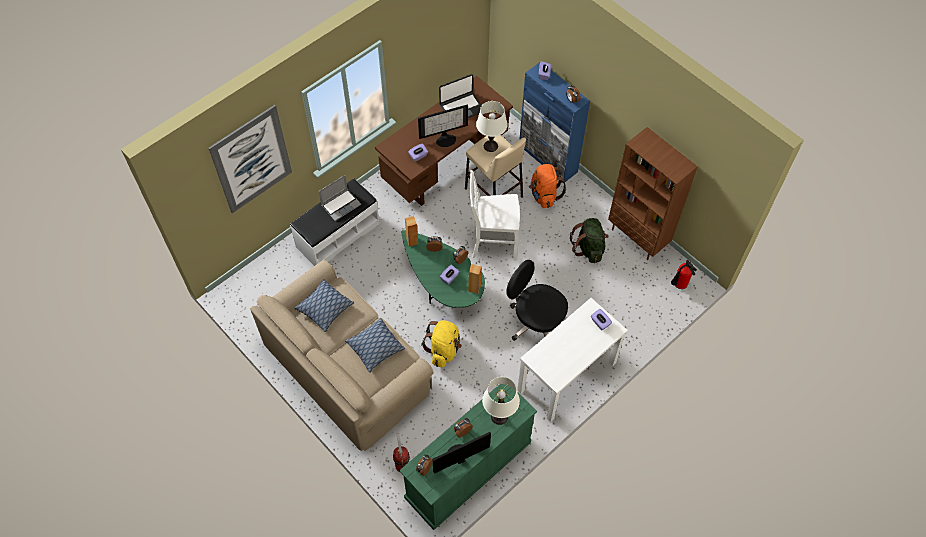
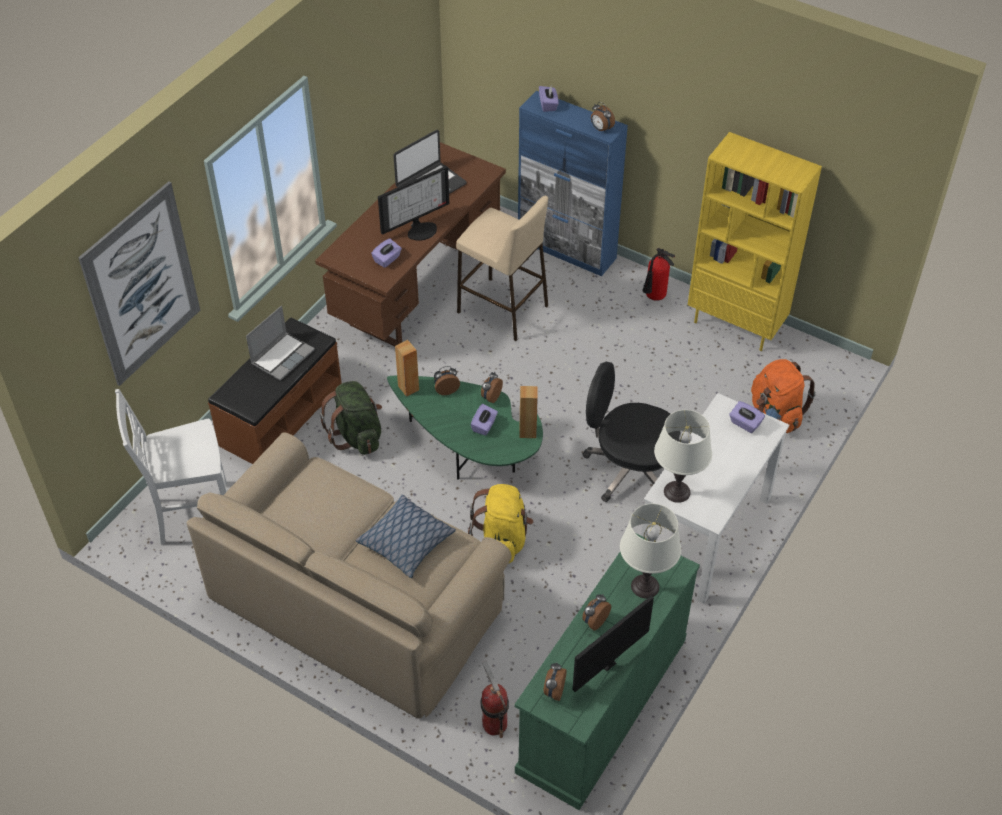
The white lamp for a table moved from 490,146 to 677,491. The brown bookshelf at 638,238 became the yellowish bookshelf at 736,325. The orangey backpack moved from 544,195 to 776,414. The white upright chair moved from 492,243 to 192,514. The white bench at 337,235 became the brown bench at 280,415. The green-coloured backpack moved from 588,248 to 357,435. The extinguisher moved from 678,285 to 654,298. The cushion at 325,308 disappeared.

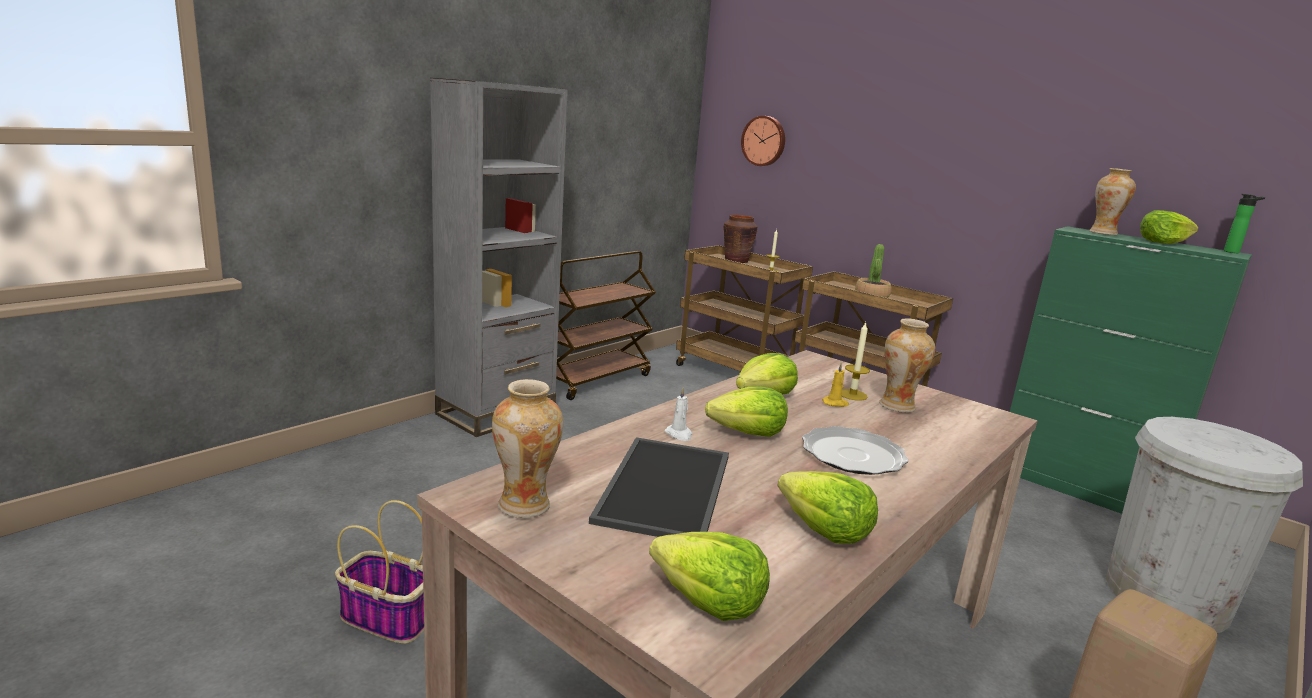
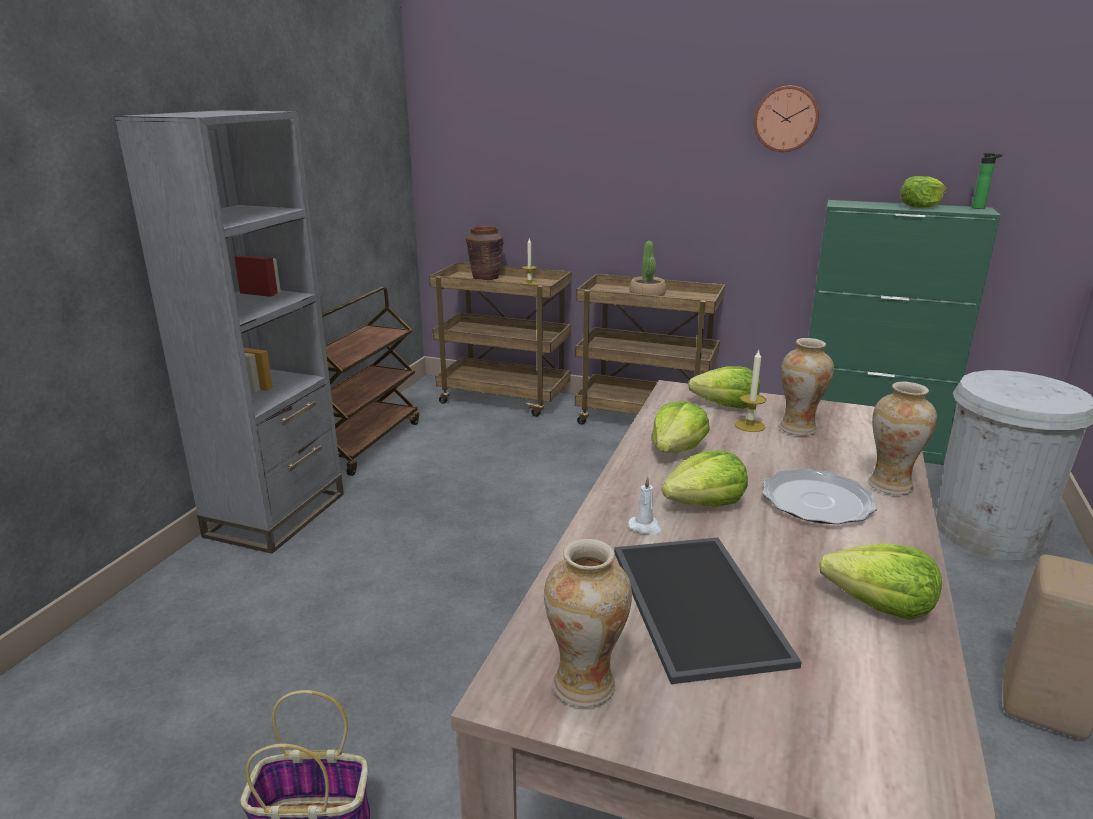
The hanging clock moved from 764,141 to 786,119. The flower vase moved from 1103,233 to 890,485. The yellowish wax candle at 835,403 disappeared. The lettuce moved from 709,602 to 726,405.

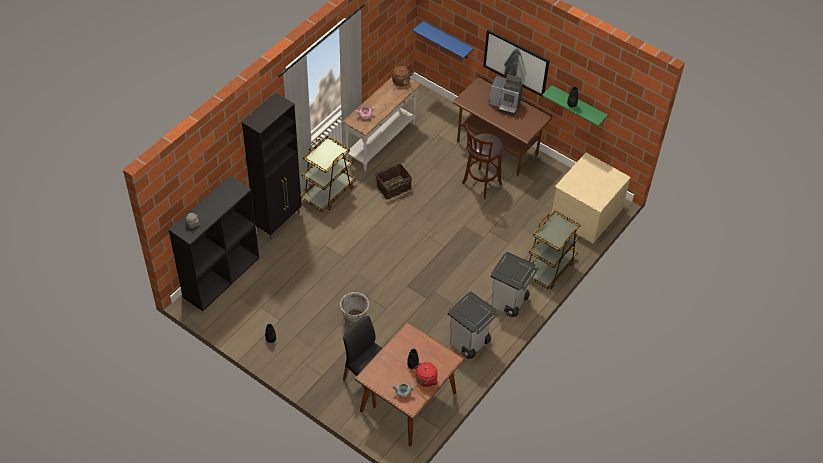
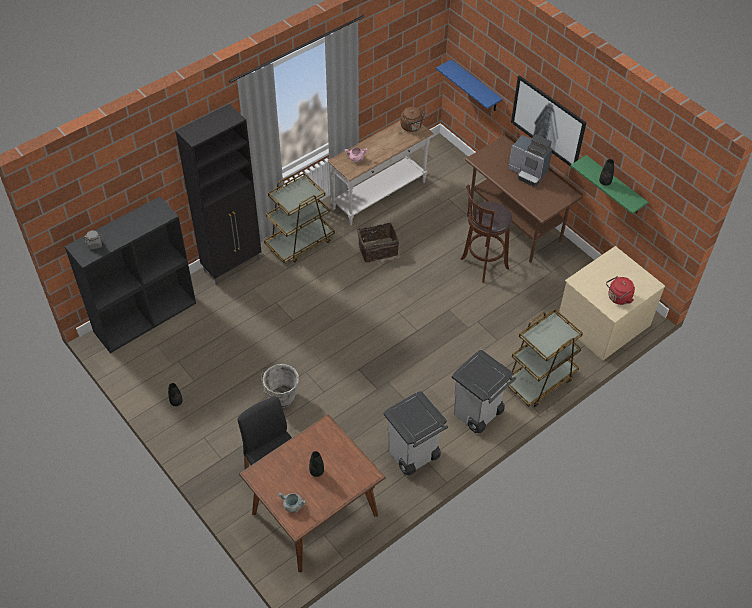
The red water kettle moved from 425,380 to 618,298.

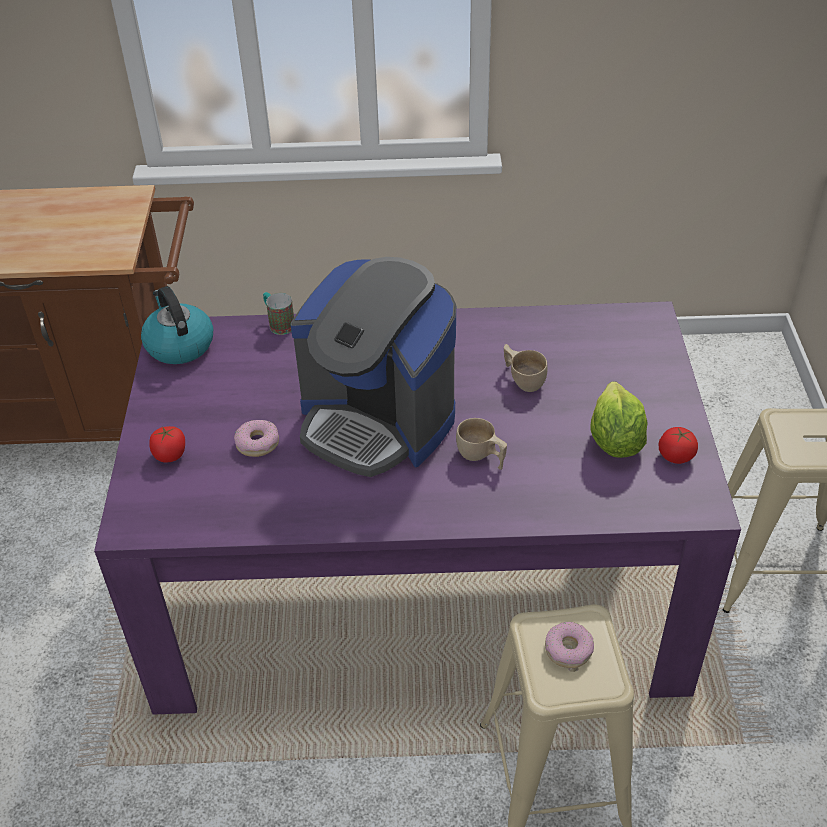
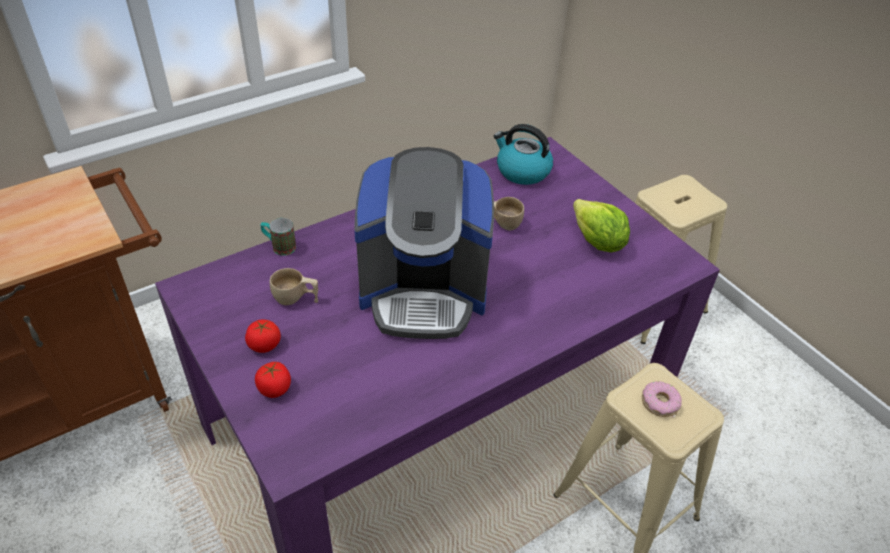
The water kettle moved from 179,345 to 522,171. The sand-coloured drinking cup moved from 481,457 to 296,299. The doughnut at 257,443 disappeared. The tomato moved from 675,456 to 264,345.

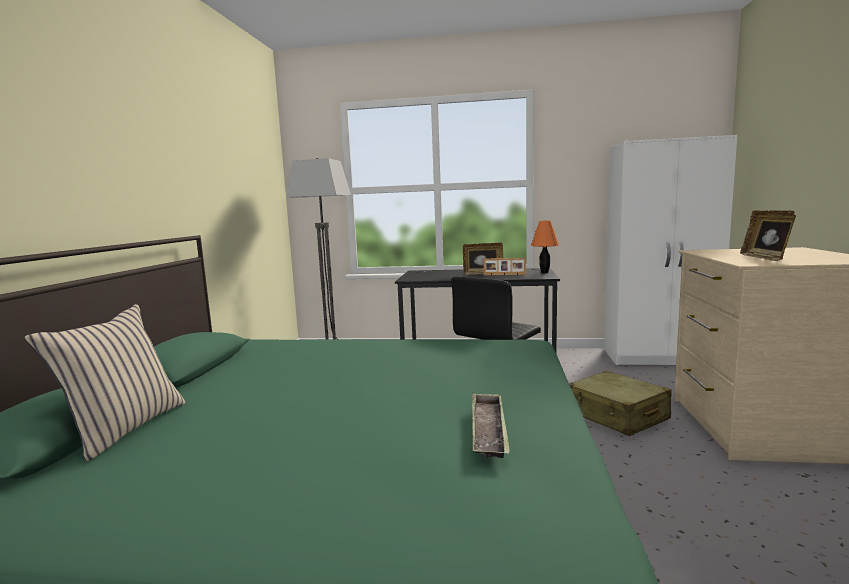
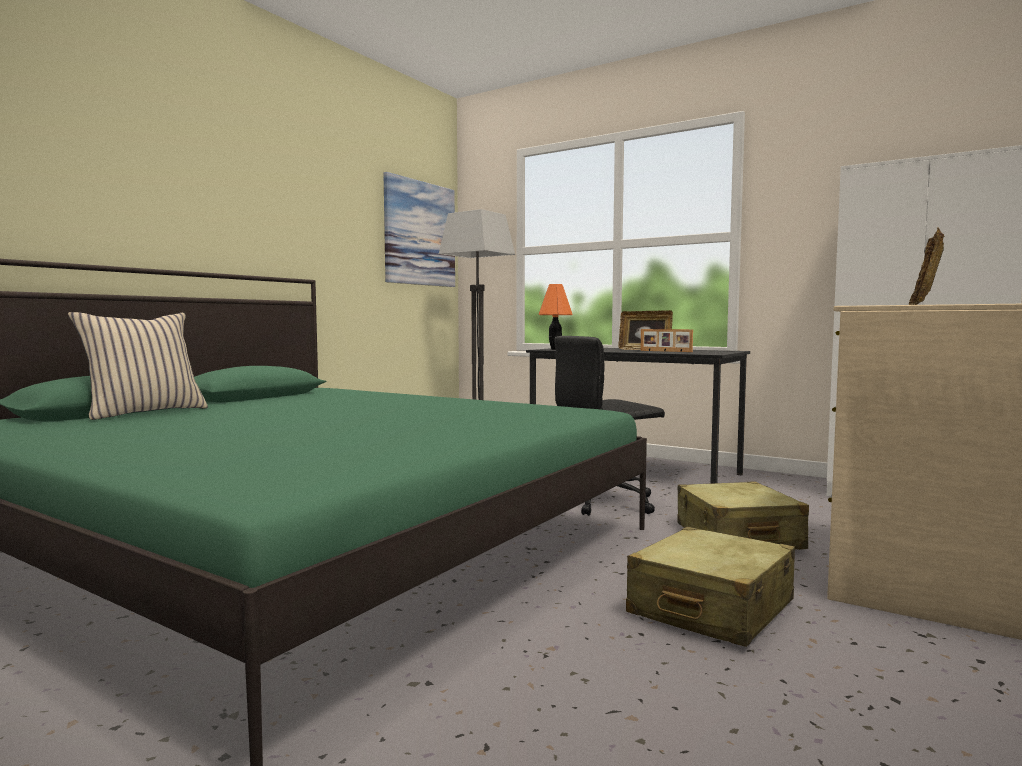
The orangey lamp for a table moved from 545,273 to 555,349. The tray at 488,429 disappeared. The wall art at 420,233 appeared. The sand-coloured travel case at 711,608 appeared.

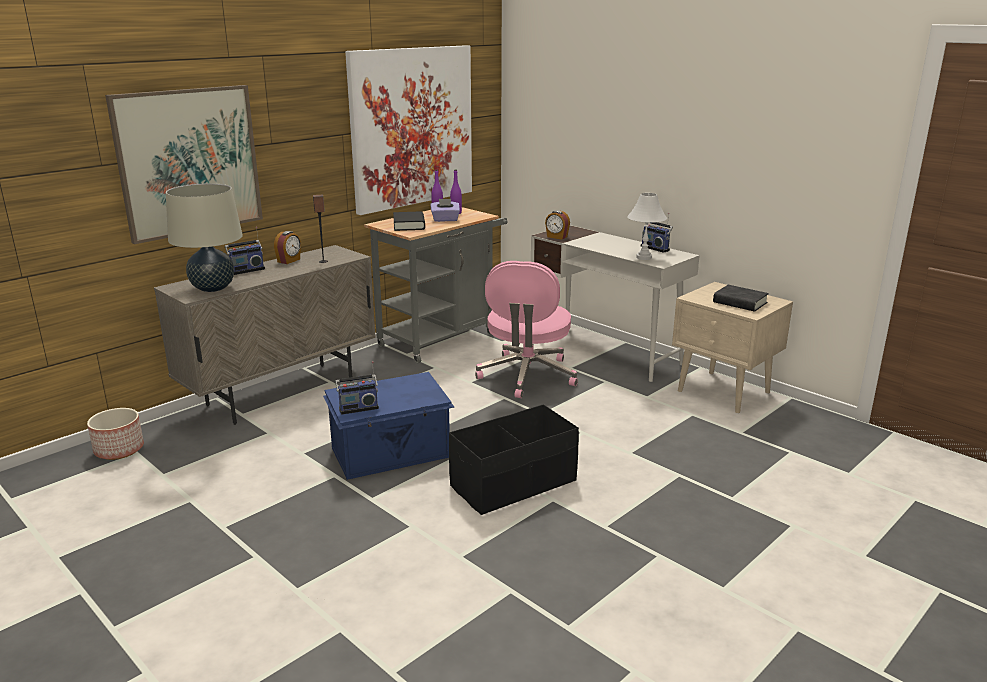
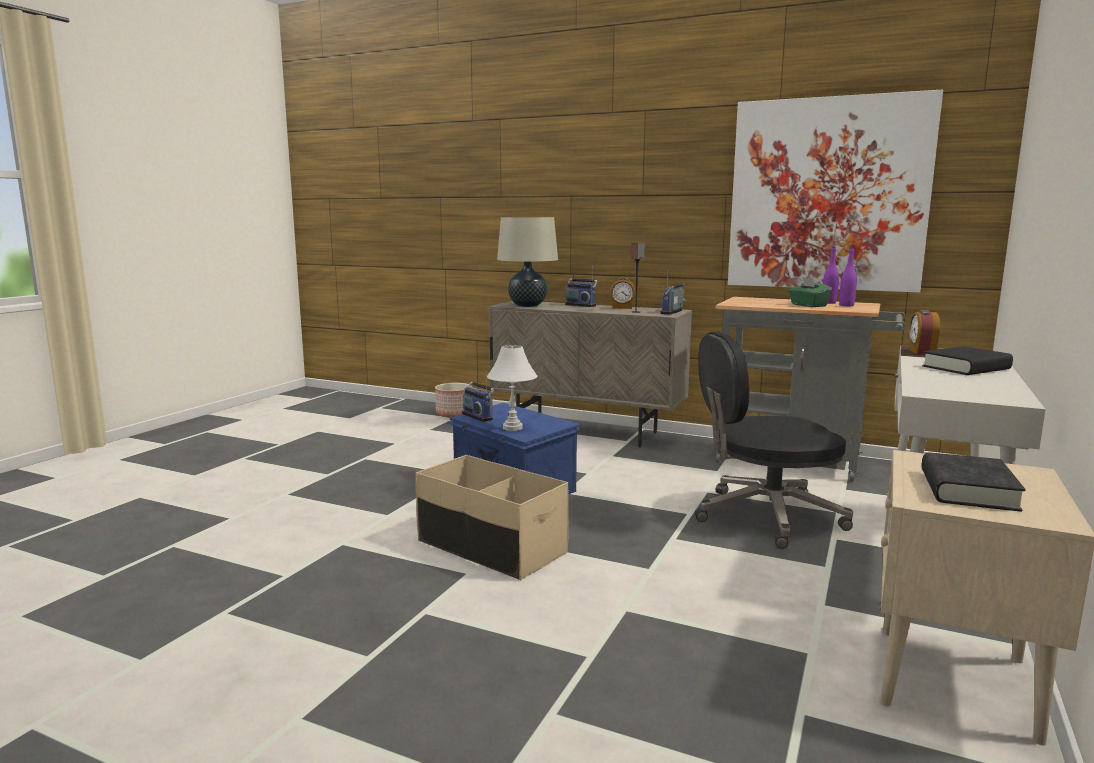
The wall art at 189,162 disappeared. The white lamp for a table moved from 644,257 to 513,428. The purplish box of tissues at 445,220 became the green-coloured box of tissues at 808,305. The black book moved from 409,225 to 966,368. The radio set moved from 656,248 to 673,312. The pink office chair at 527,376 became the black office chair at 765,516. The black storage bin at 514,484 became the sand-coloured storage bin at 491,547.

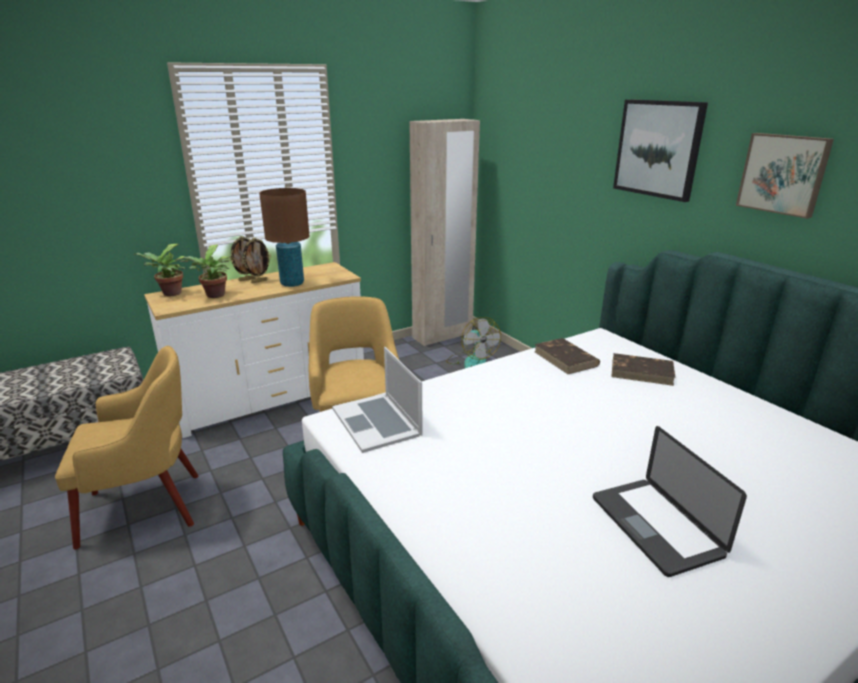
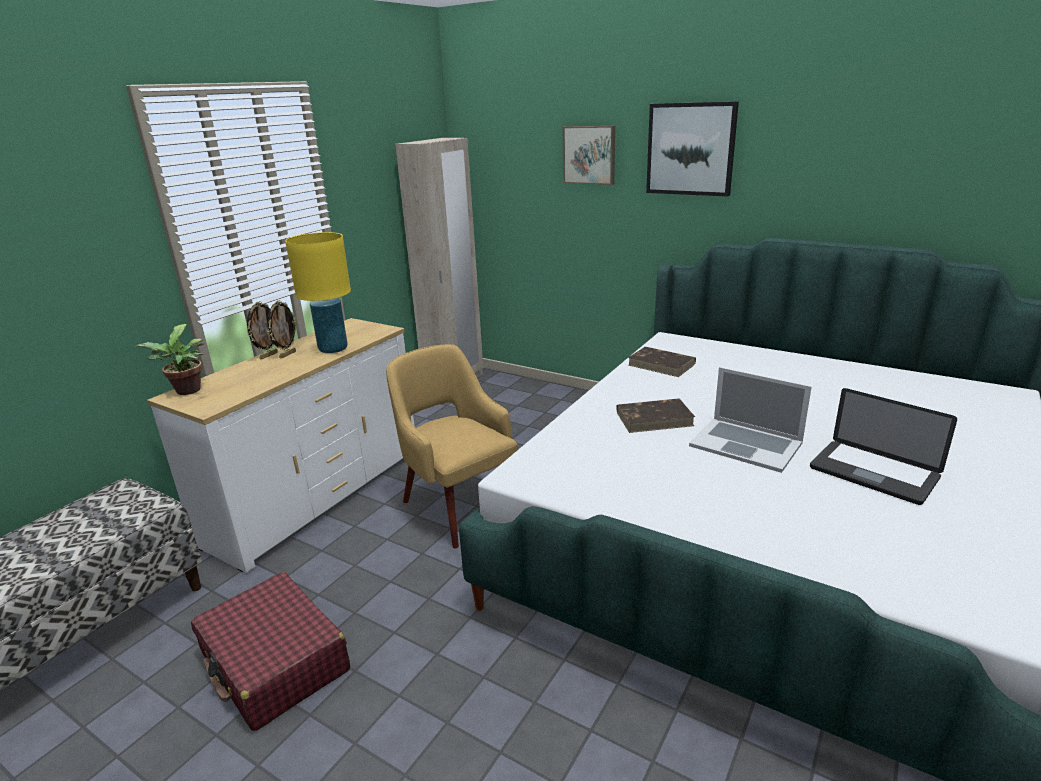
The wall art moved from 783,174 to 589,154. The brown lamp for a table at 292,283 became the yellowish lamp for a table at 333,349. The plant in a pot at 214,296 disappeared. The cooling fan at 471,361 disappeared. The yellowish easy chair at 146,508 was replaced by the red travel case at 275,662. The laptop moved from 377,421 to 746,444. The brown book moved from 642,372 to 655,418.

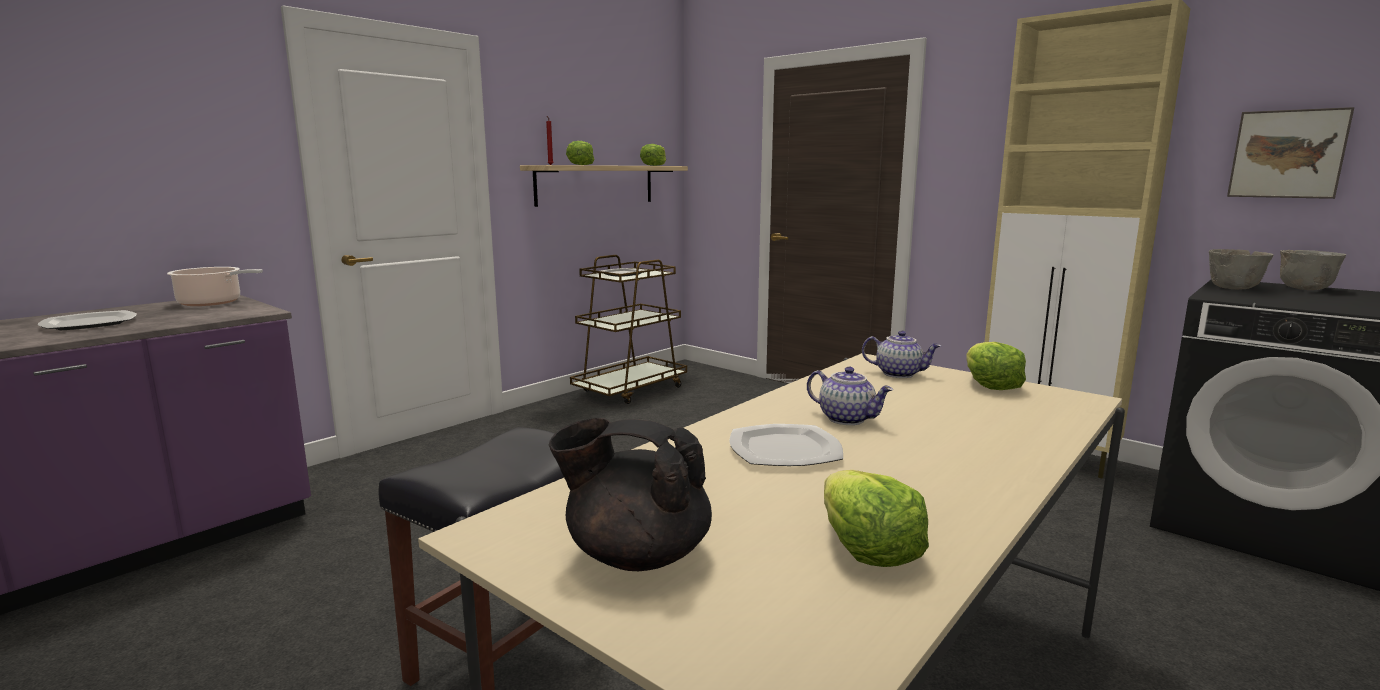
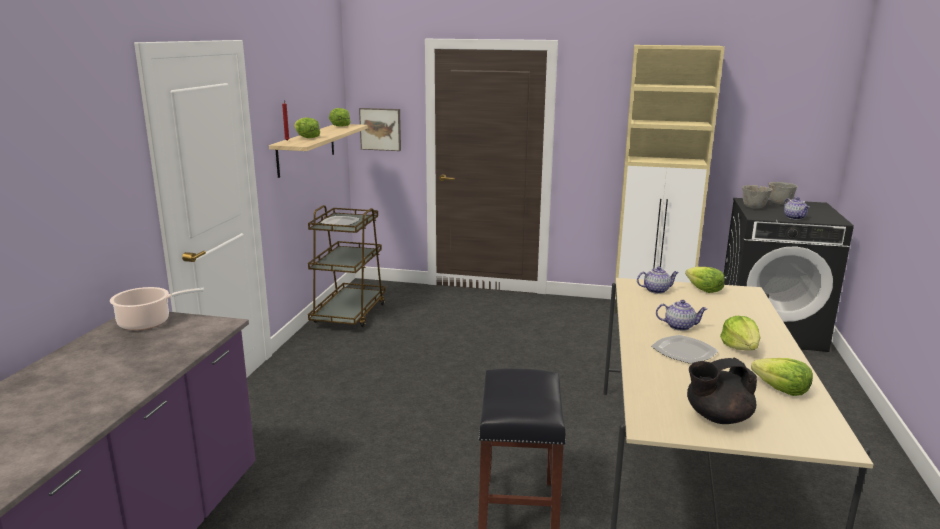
The wall art moved from 1287,154 to 381,129. The dinner plate at 88,323 disappeared. The tea pot at 795,218 appeared. The lettuce at 740,347 appeared.

